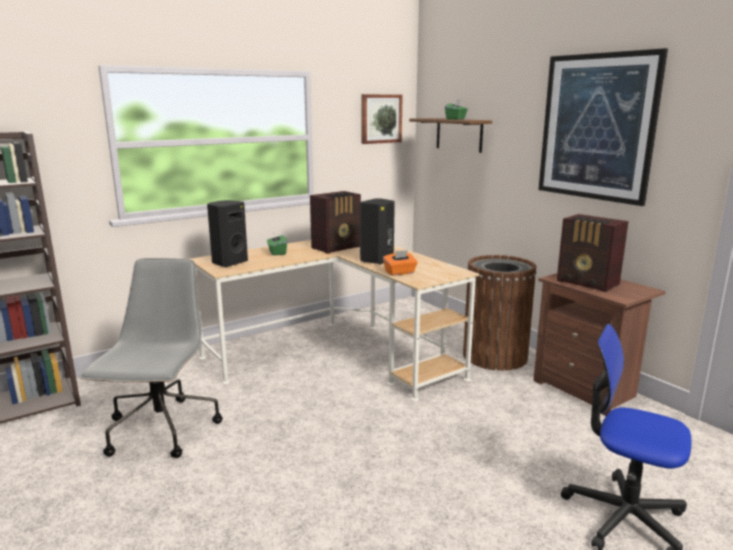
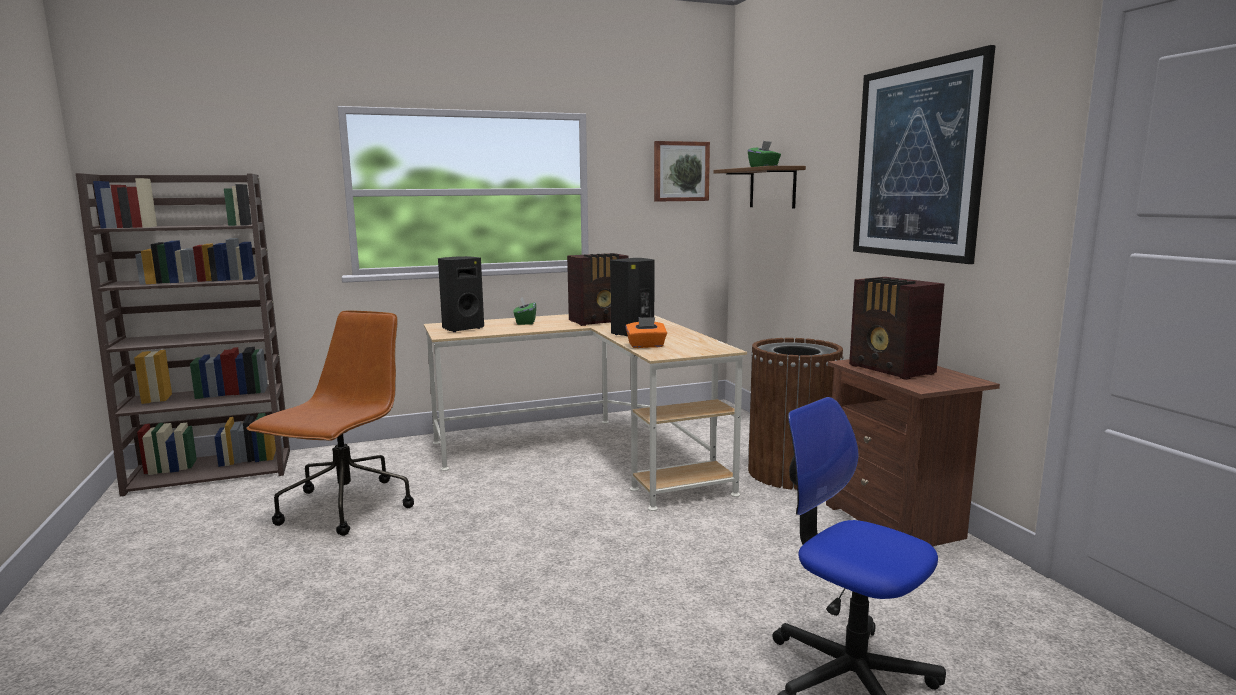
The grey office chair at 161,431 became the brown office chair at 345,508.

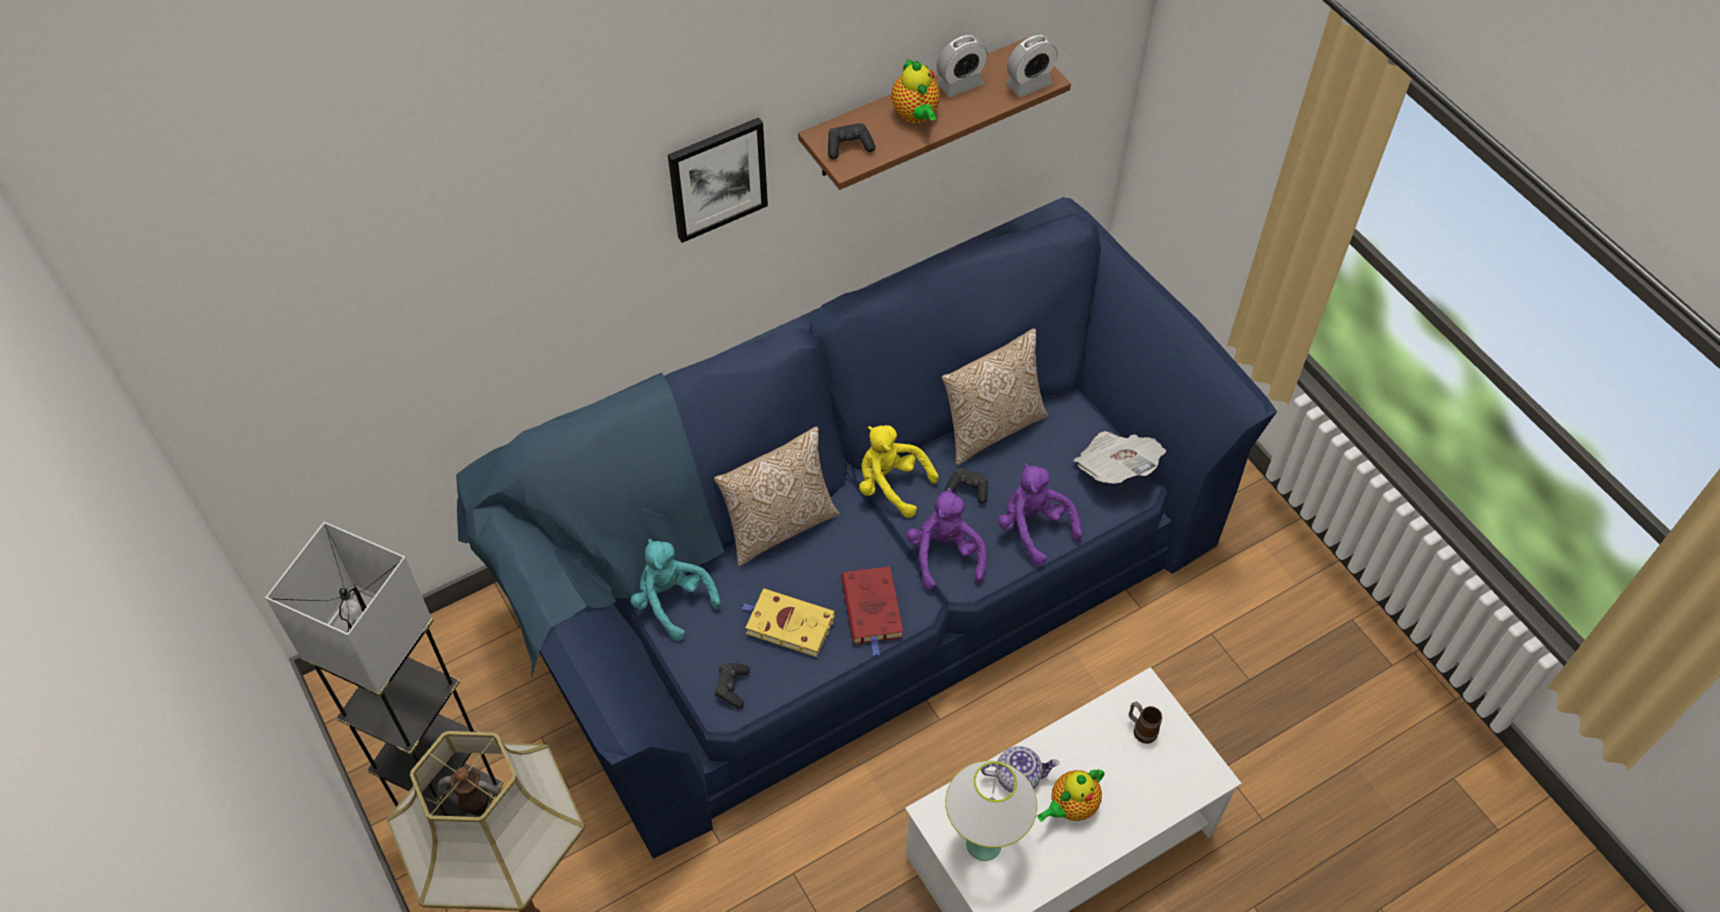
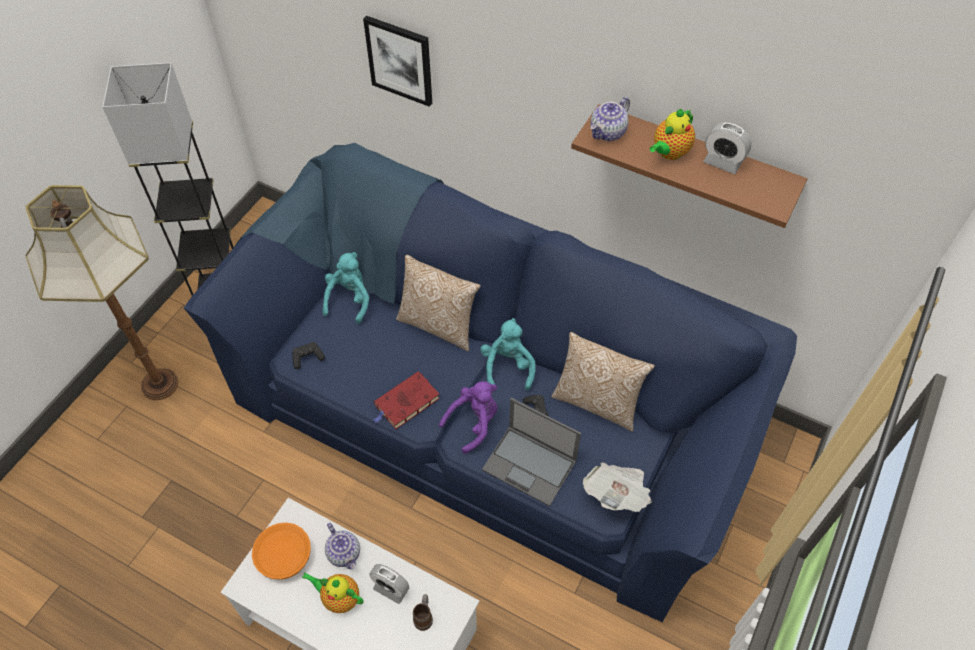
The table clock moved from 1029,84 to 391,588. The wall art moved from 717,178 to 400,60. The black gamepad at 849,147 was replaced by the tea pot at 608,133. The yellowish plush toy at 891,485 became the turquoise plush toy at 507,367. The purplish plush toy at 1033,528 was replaced by the laptop at 530,465. The yellowish book at 787,624 disappeared. The white lamp for a table at 983,844 was replaced by the orangey serving bowl at 284,556.

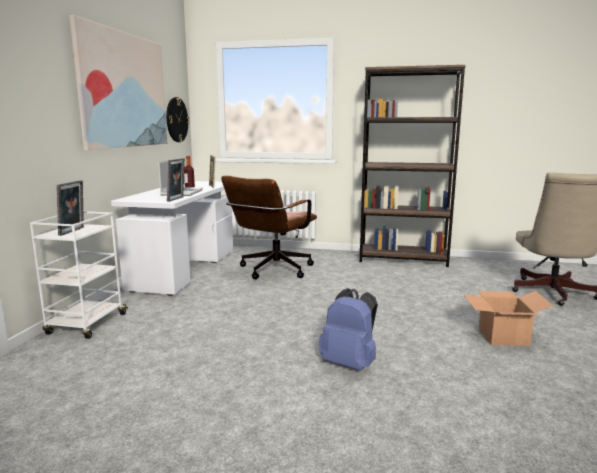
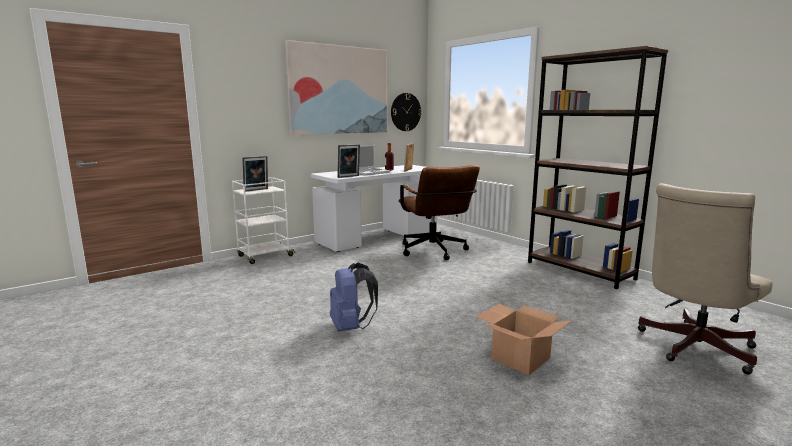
The brown office chair at 272,271 turned 90 degrees counterclockwise.

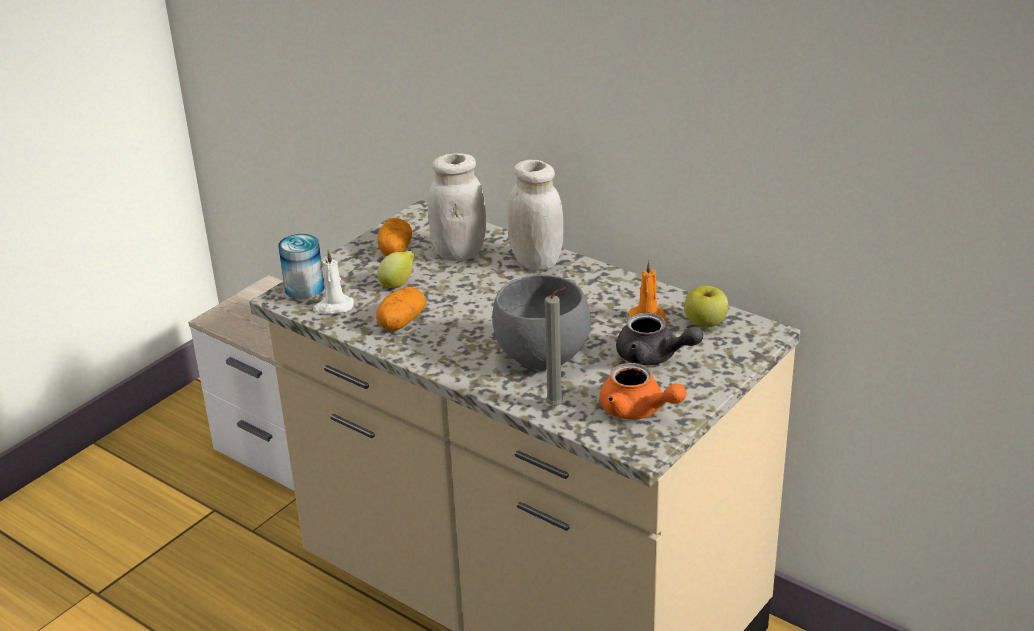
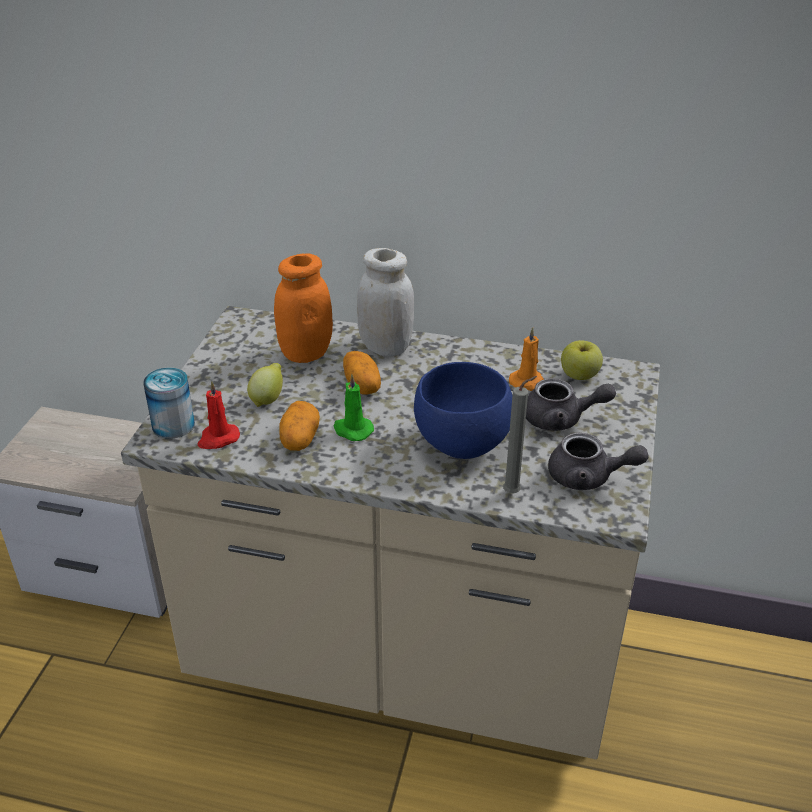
The white storage jar at 459,253 became the orangey storage jar at 305,353. The spud moved from 395,250 to 362,385. The white wax candle at 333,307 became the red wax candle at 218,438. The grey serving bowl at 540,358 became the blue-coloured serving bowl at 461,445. The orangey tea pot at 638,410 became the grey tea pot at 588,477. The green-coloured wax candle at 352,430 appeared.

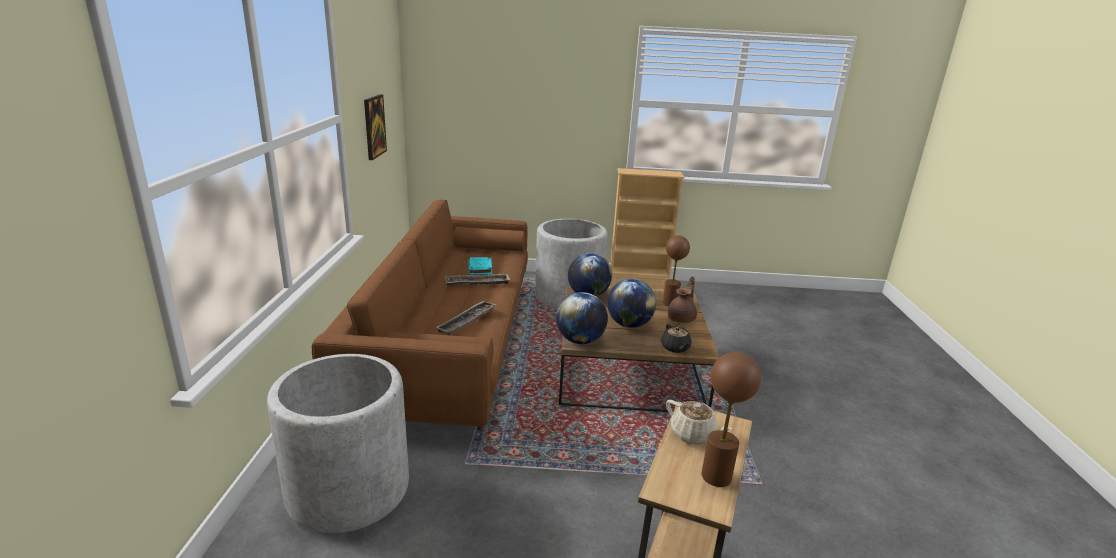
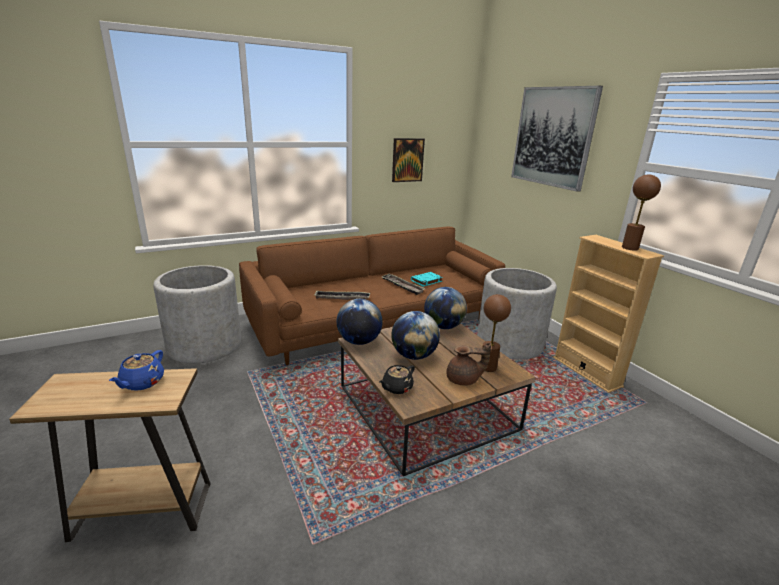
The brown lamp for a table moved from 715,476 to 629,248. The sand-coloured tea pot at 693,435 became the blue-coloured tea pot at 142,383. The wall art at 553,137 appeared.

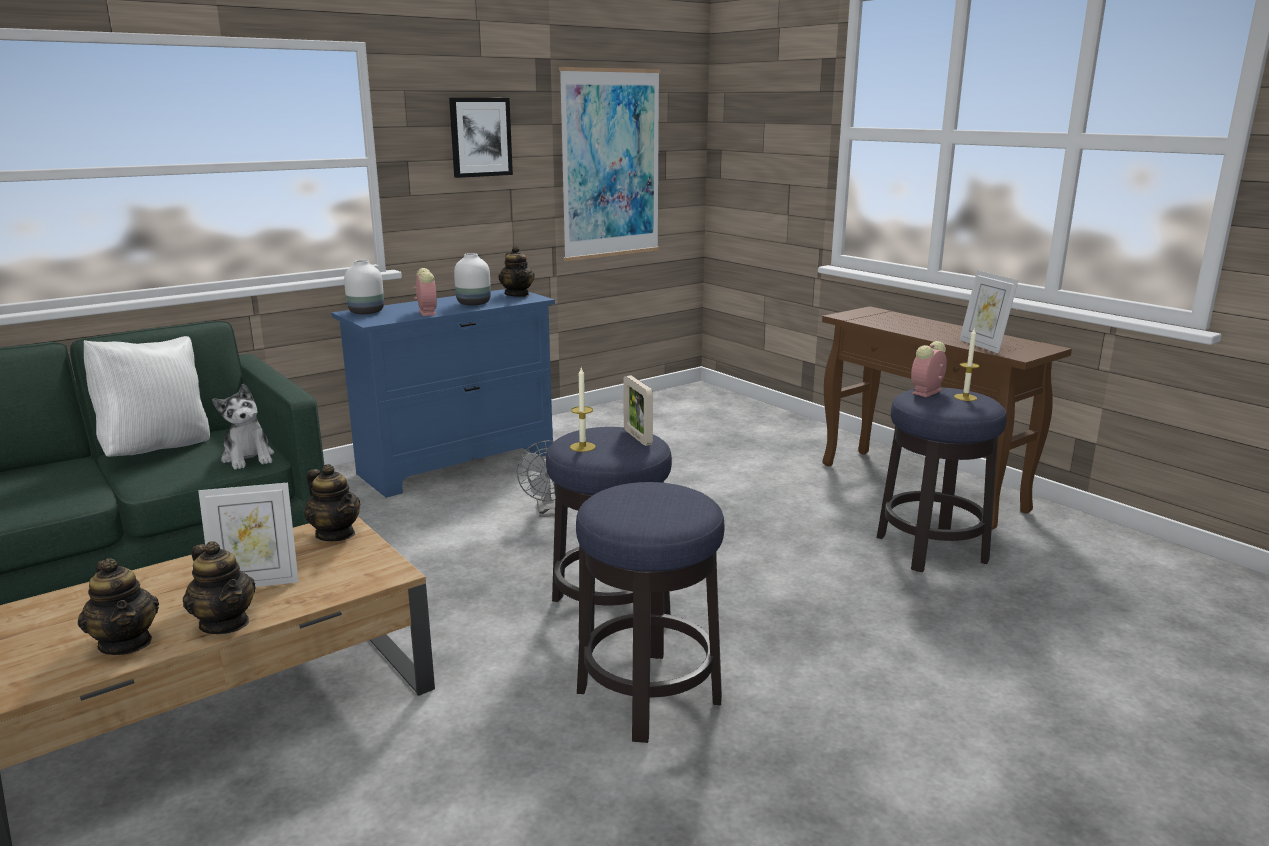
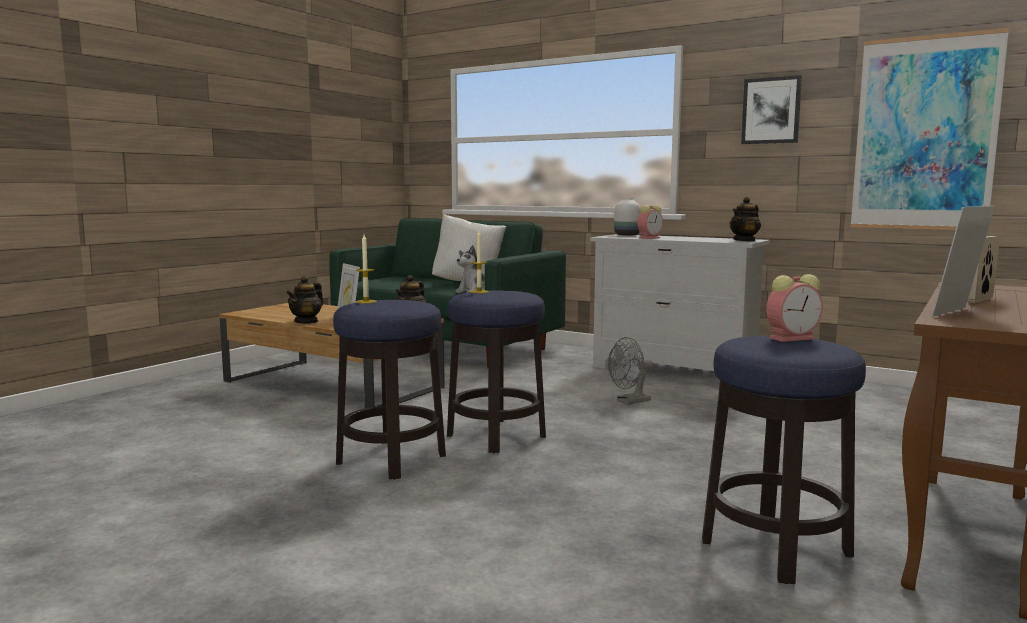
The white flower vase at 474,303 disappeared. The blue-coloured chest of drawers at 458,463 became the white chest of drawers at 673,370. The wax candle moved from 965,397 to 366,301. The table clock at 926,392 turned 135 degrees clockwise. The picture frame moved from 637,437 to 980,300. The tea pot at 126,643 disappeared.

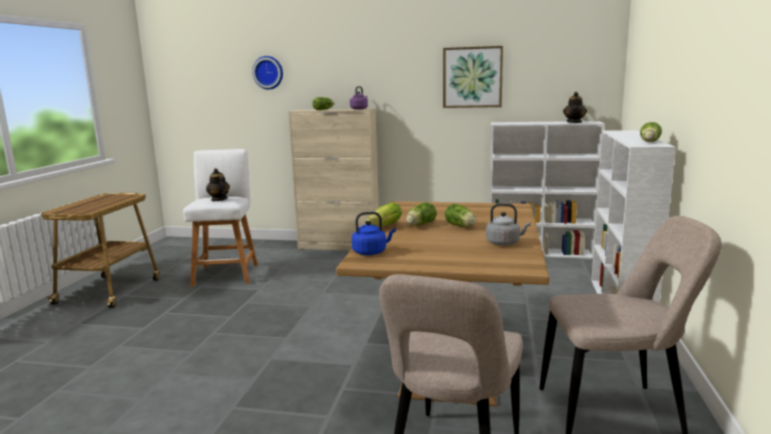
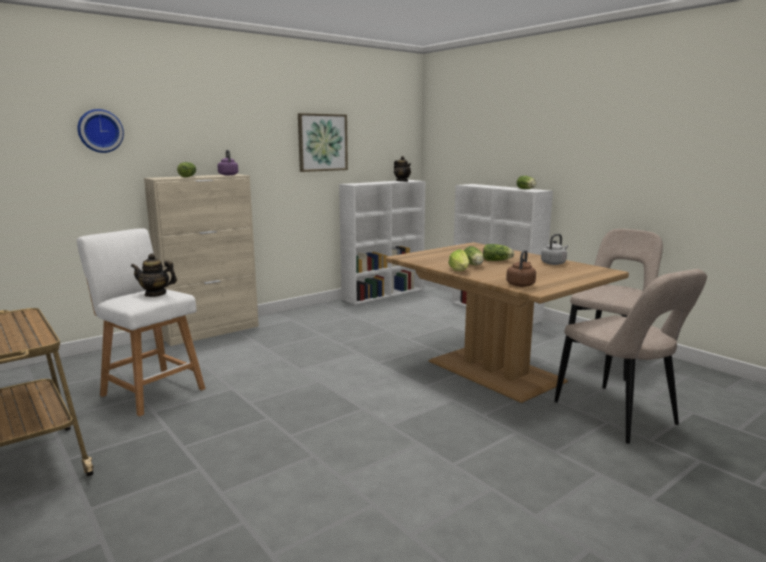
The blue-coloured water kettle at 371,252 became the brown water kettle at 521,284.

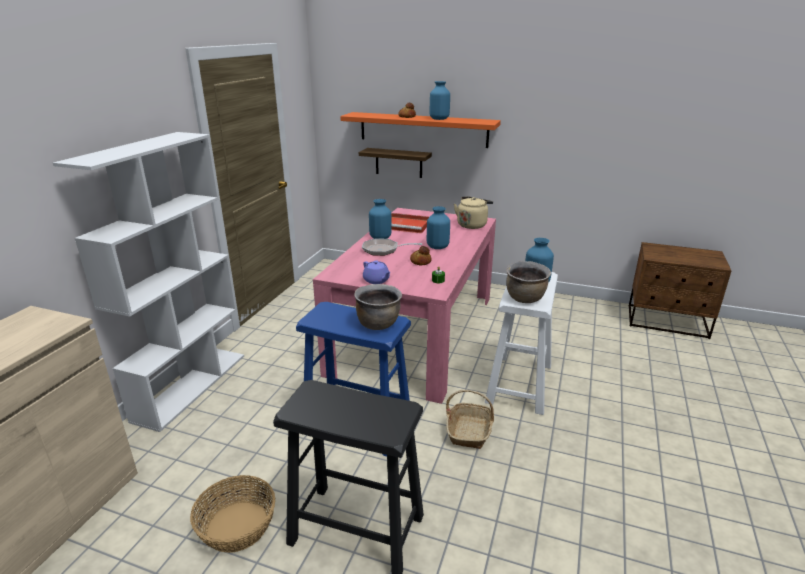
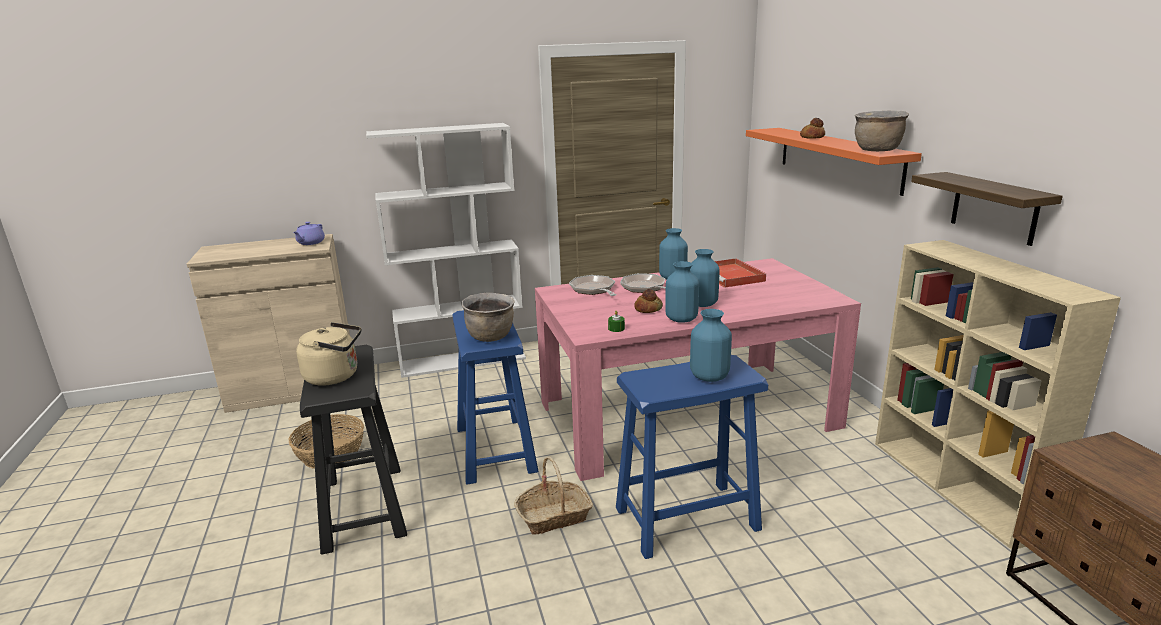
The blue-coloured flower vase moved from 439,119 to 681,319. The bracket shelf moved from 398,163 to 994,208. The sand-coloured water kettle moved from 472,224 to 335,376. The purplish tea pot moved from 376,280 to 310,243. The brown stockpot moved from 525,299 to 877,150. The white sitting stool at 519,384 became the blue-coloured sitting stool at 685,519. The sand-coloured bookshelf at 957,487 appeared. The skillet at 594,290 appeared.

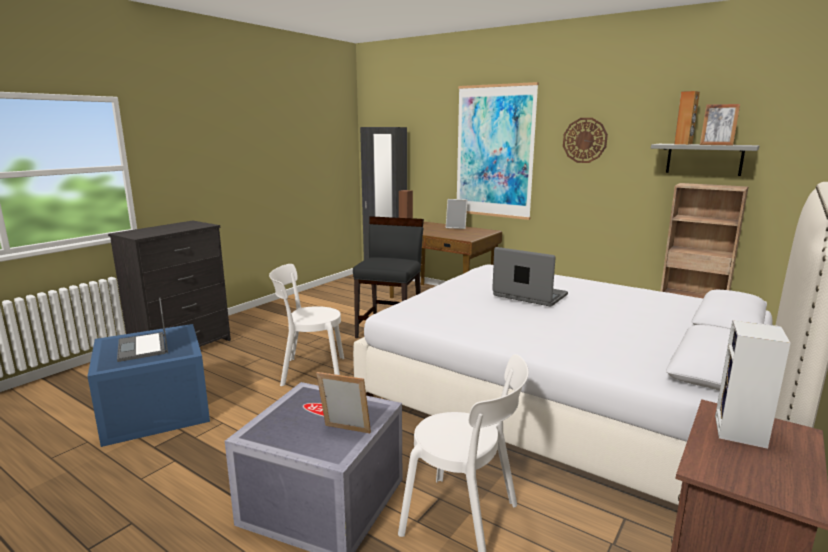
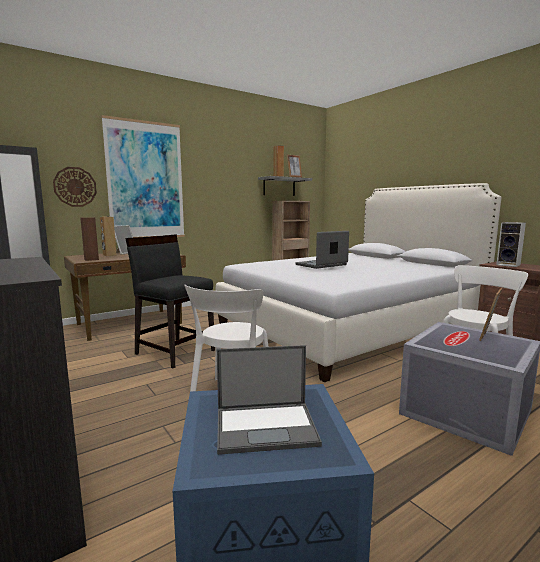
The hanging clock moved from 584,140 to 75,187. The brown speaker at 109,255 appeared.

